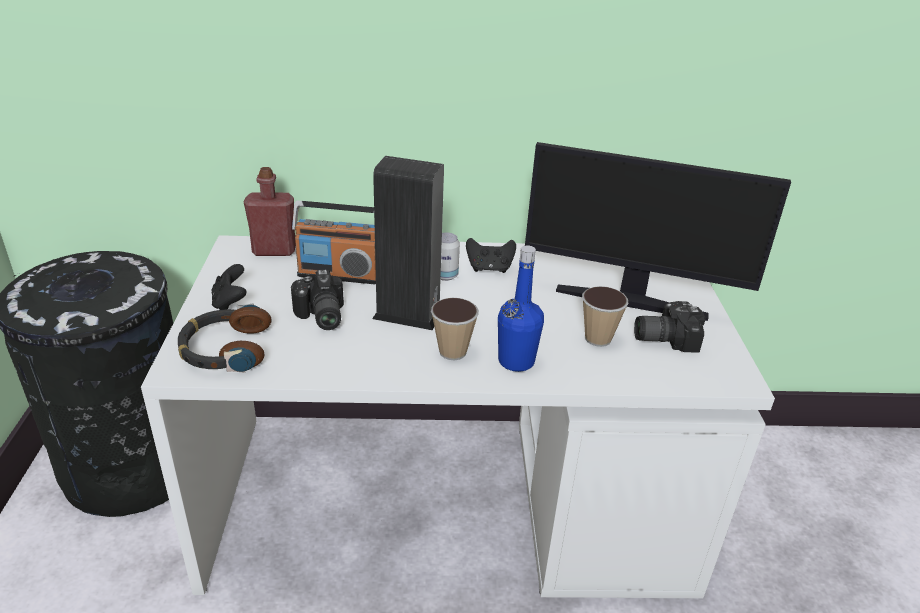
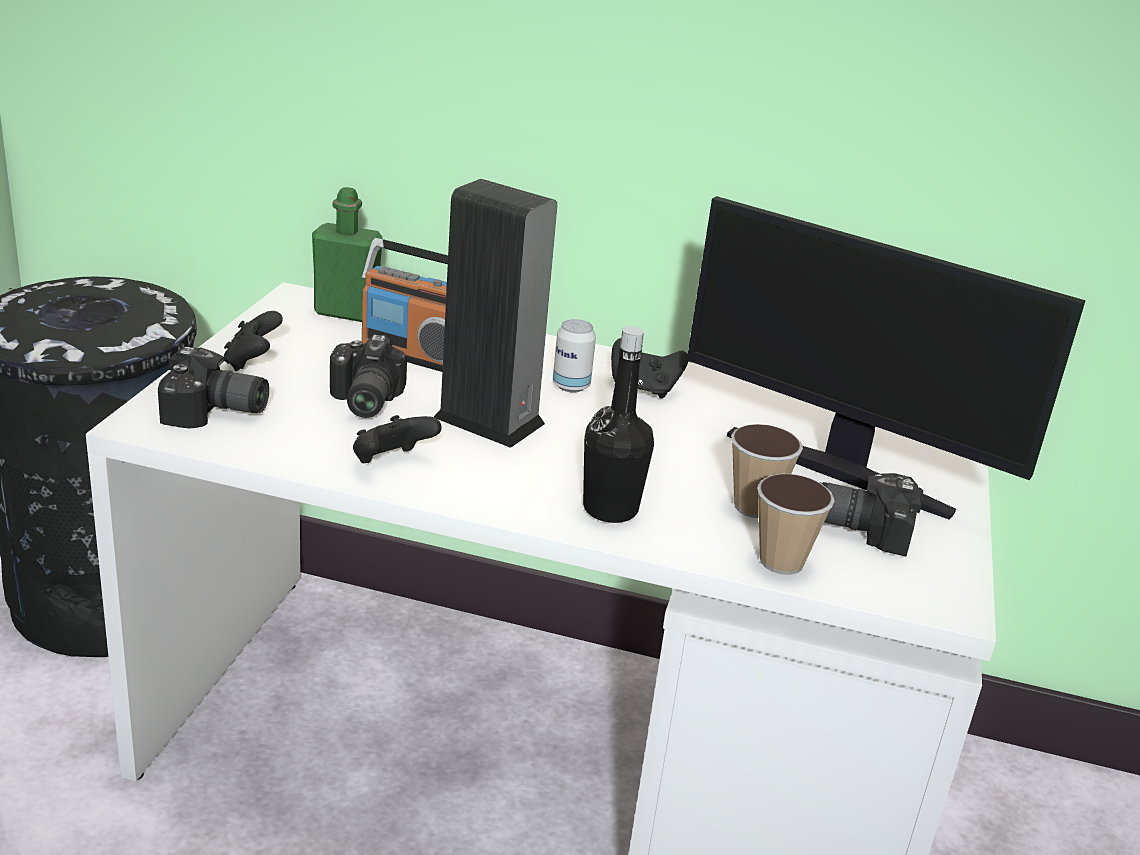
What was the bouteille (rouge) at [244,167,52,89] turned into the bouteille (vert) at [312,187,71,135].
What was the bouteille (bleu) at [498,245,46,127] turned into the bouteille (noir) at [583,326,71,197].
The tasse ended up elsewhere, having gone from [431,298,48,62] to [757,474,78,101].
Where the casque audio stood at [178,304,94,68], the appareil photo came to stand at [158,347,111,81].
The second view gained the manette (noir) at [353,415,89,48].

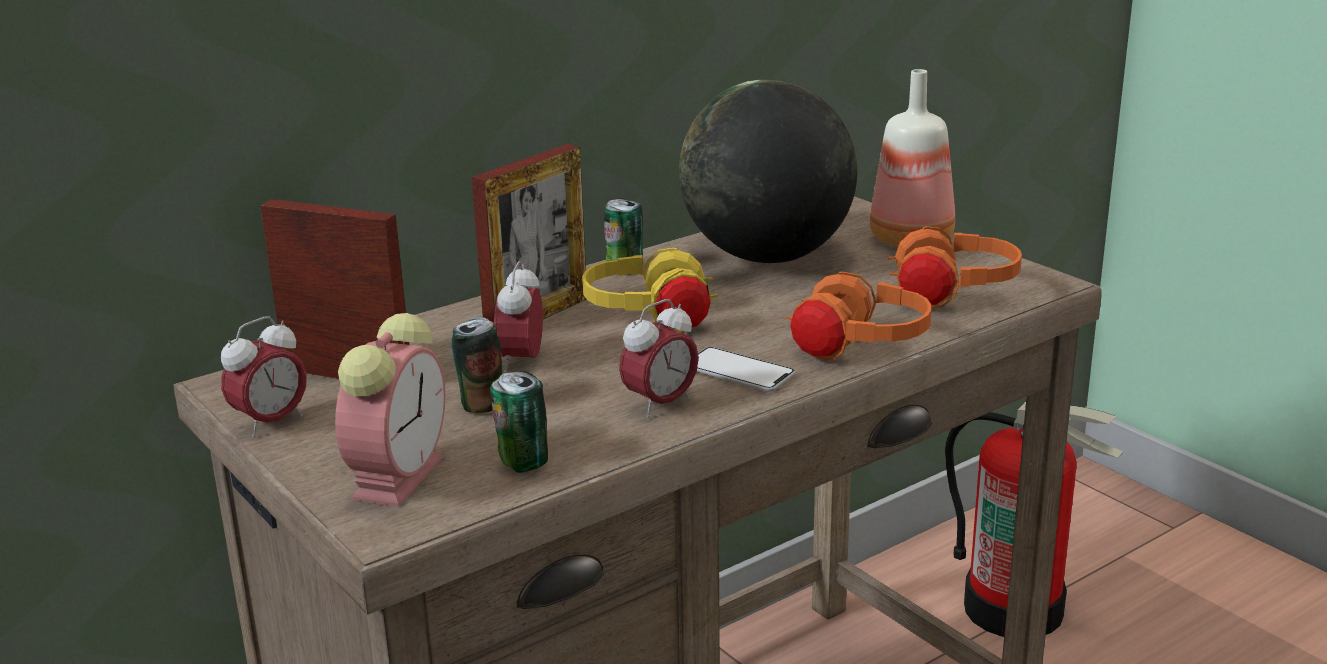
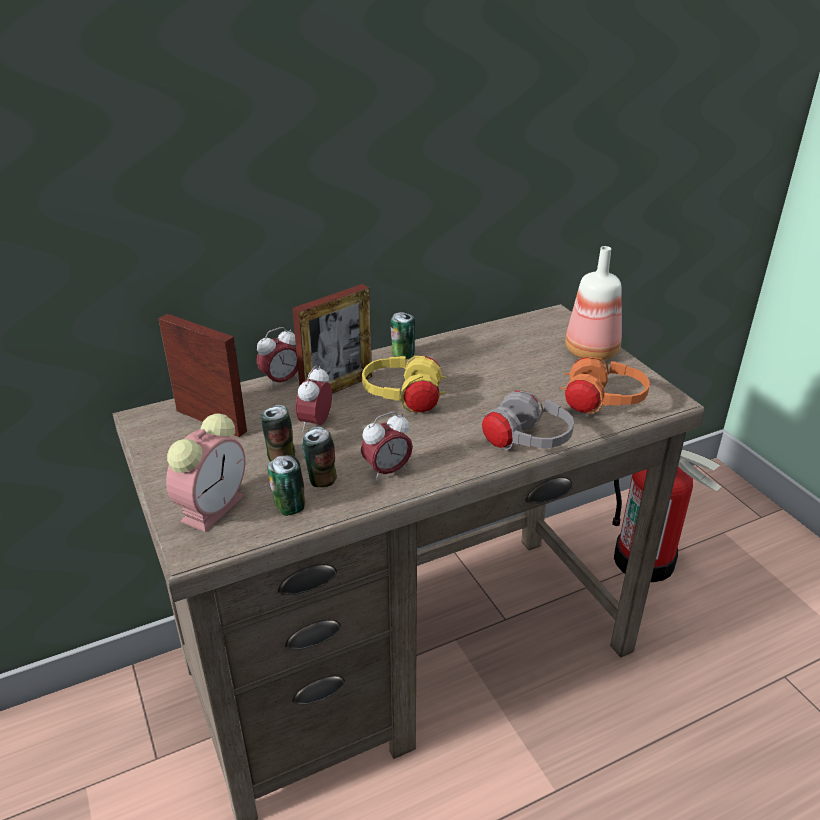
The second view lost the globe at [679,80,178,183].
What was the casque audio (orange) at [786,272,145,88] turned into the casque audio (gris) at [481,391,93,59].
The réveil ended up elsewhere, having gone from [221,316,86,121] to [257,327,41,62].
The second view lost the téléphone at [697,347,99,45].
The second view gained the boîte métallique at [302,427,35,60].

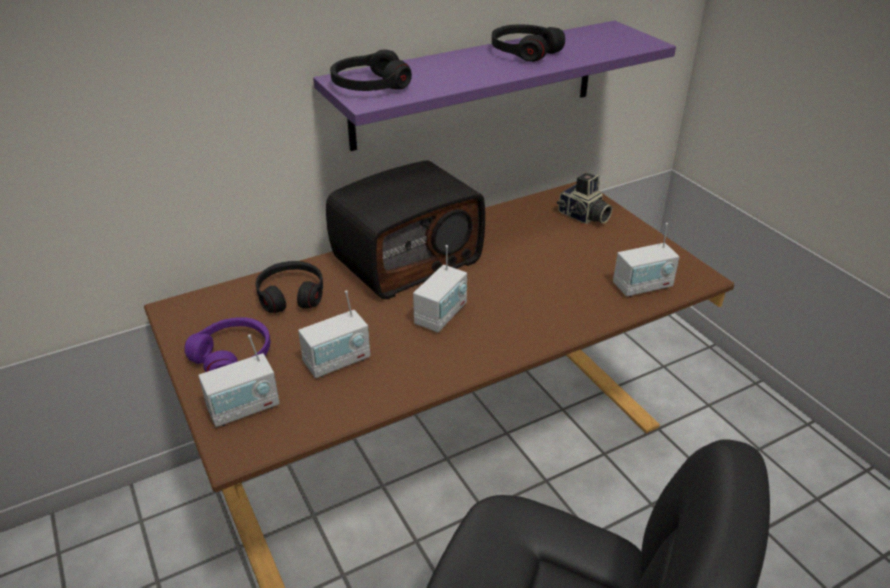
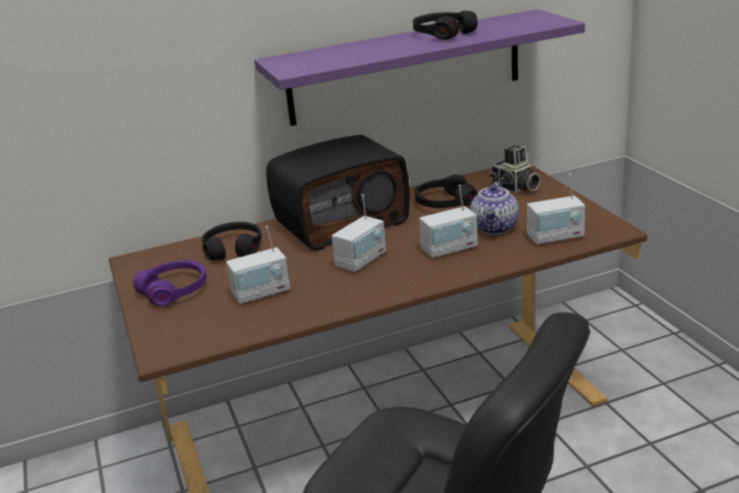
The casque audio (noir) ended up elsewhere, having gone from [330,50,82,41] to [414,175,63,33].
The radio ended up elsewhere, having gone from [198,335,82,92] to [419,185,59,73].
The second view gained the théière at [470,181,49,54].

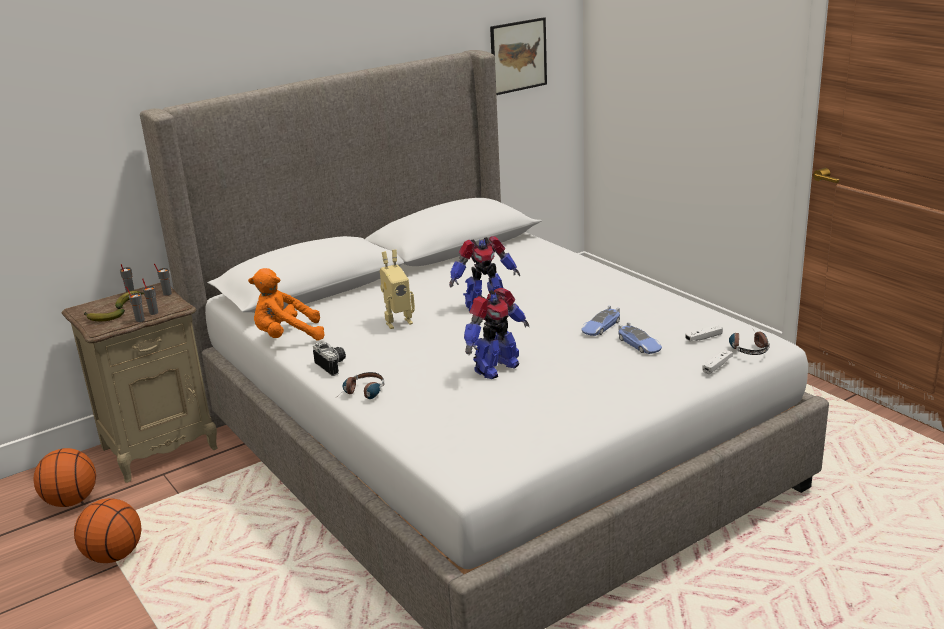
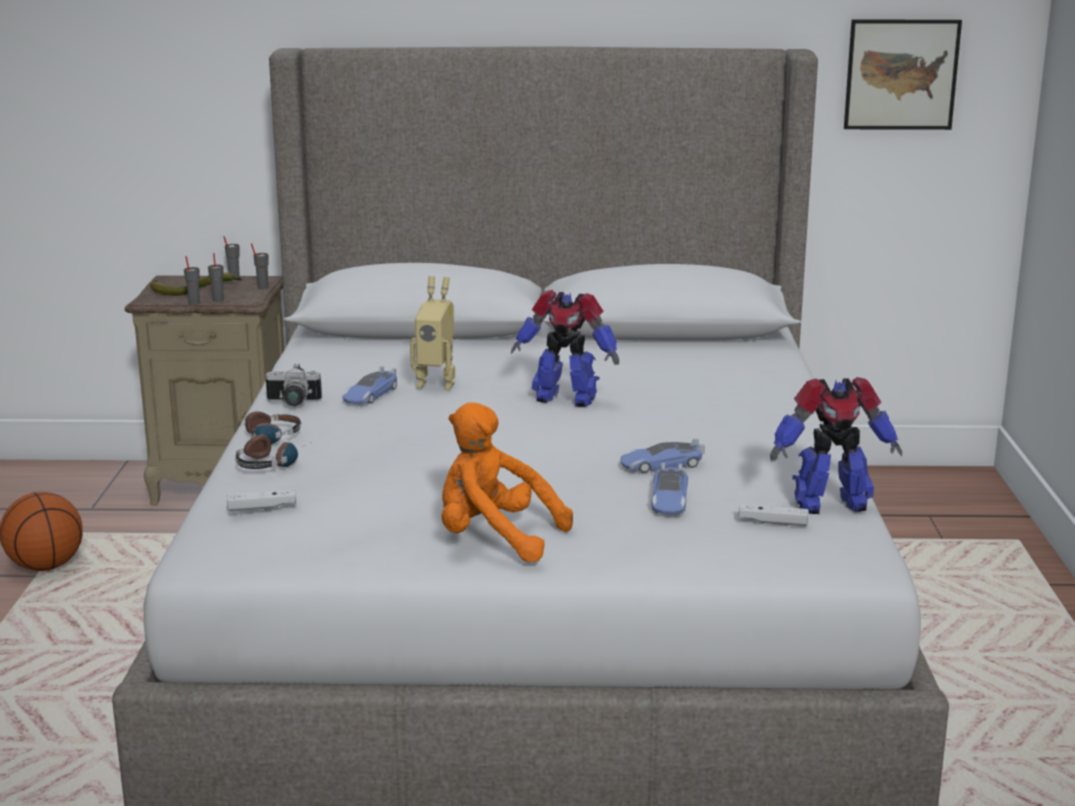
The peluche (orange) ended up elsewhere, having gone from [248,268,77,72] to [441,403,132,159].
The robot jouet ended up elsewhere, having gone from [464,288,65,91] to [770,377,132,137].
The casque audio ended up elsewhere, having gone from [729,332,41,23] to [235,435,77,34].
The appareil photo at [313,342,33,34] ended up facing another way, 90 degrees clockwise from before.
The manette (blanc) ended up elsewhere, having gone from [702,350,31,24] to [227,489,69,22].
The second view lost the ballon de basket at [33,448,63,59].
The second view gained the petite voiture at [342,366,55,38].

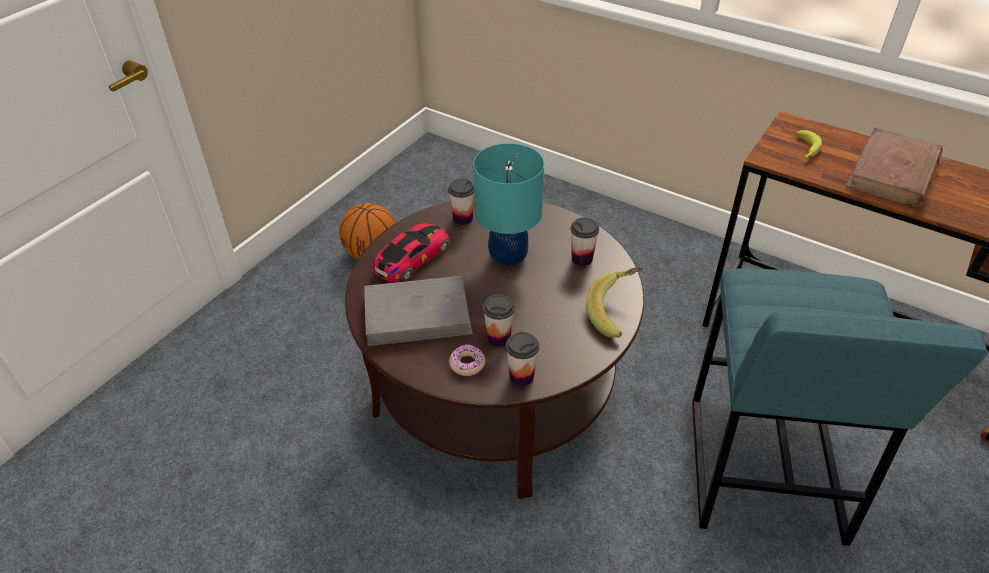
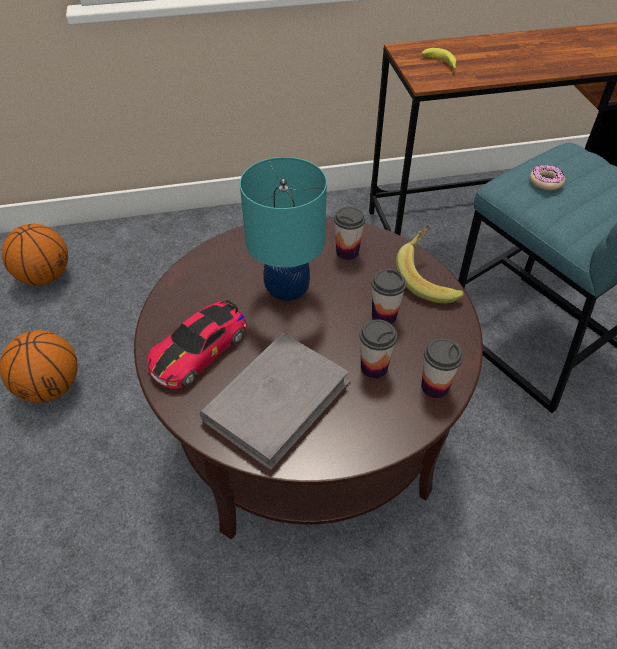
The second view lost the livre (marron) at [846,128,97,80].
The tasse ended up elsewhere, having gone from [448,179,26,46] to [371,269,35,55].
The petite voiture at [372,223,78,59] ended up facing another way, 135 degrees counterclockwise from before.
The beignet ended up elsewhere, having gone from [449,344,36,32] to [530,165,35,25].
The second view gained the ballon de basket at [2,224,66,61].

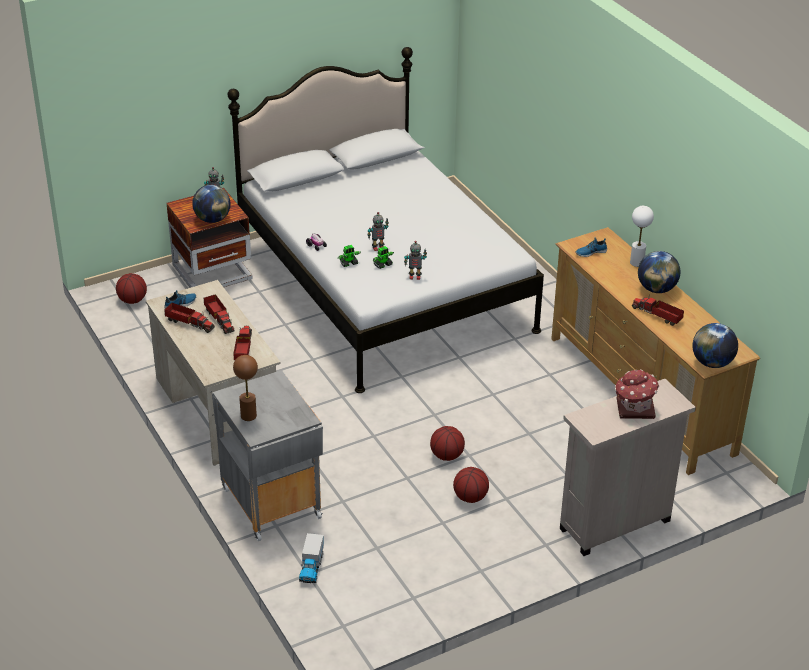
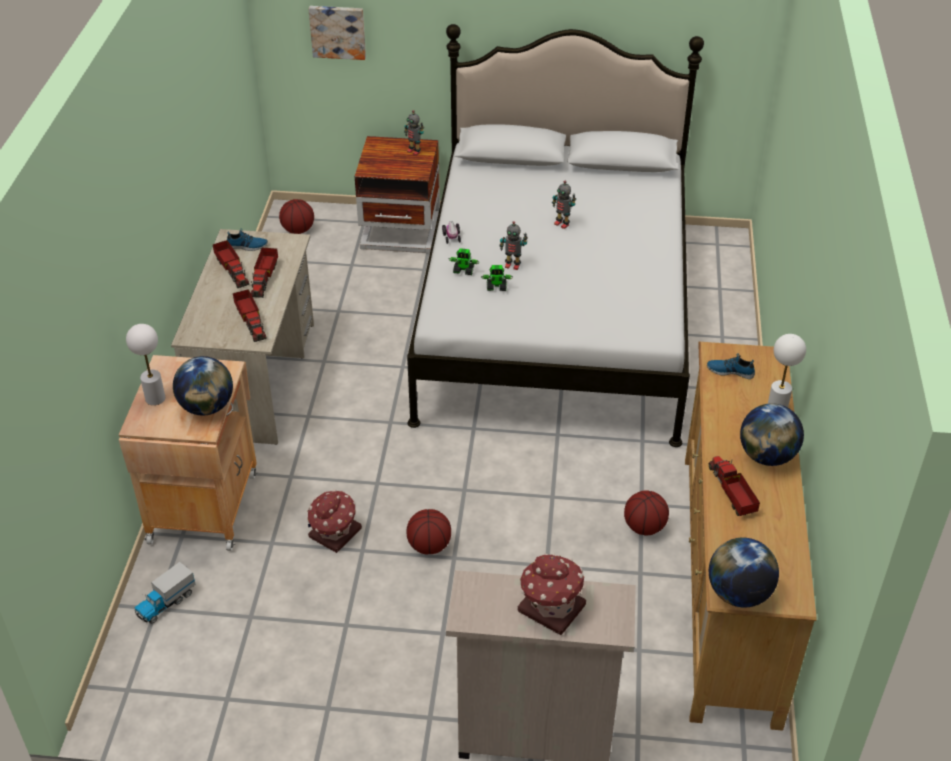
The globe ended up elsewhere, having gone from [192,185,39,38] to [173,356,60,59].
The robot jouet ended up elsewhere, having gone from [404,241,23,39] to [552,181,24,48].
The camion jouet at [233,326,19,34] ended up facing another way, 120 degrees clockwise from before.
What was the lampe de table (marron) at [233,355,25,66] turned into the lampe de table (blanc) at [126,324,39,81].
What was the chariot (gris) at [212,370,111,171] turned into the chariot (marron) at [119,355,138,196].
The ballon de basket ended up elsewhere, having gone from [453,467,36,36] to [624,490,45,46].
The second view gained the tableau at [308,6,58,54].
The second view gained the maison miniature at [308,489,54,64].

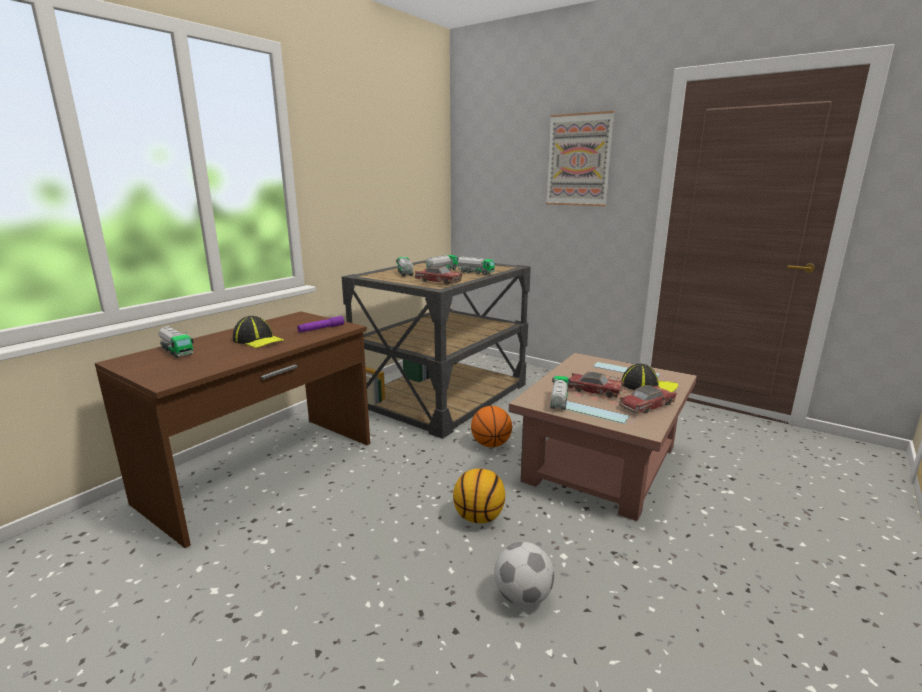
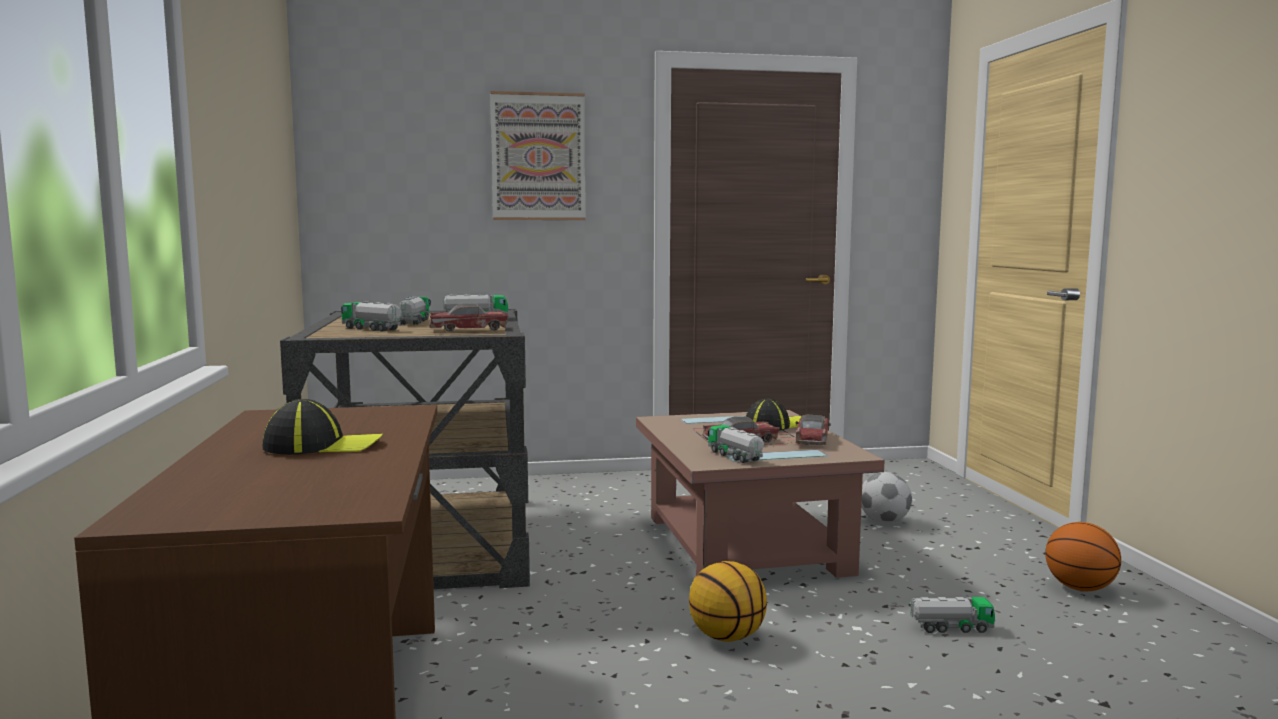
The second view lost the lampe de poche (violet) at [297,316,47,16].
The camion jouet ended up elsewhere, having gone from [158,326,36,32] to [910,594,85,39].
The ballon de basket ended up elsewhere, having gone from [471,406,41,41] to [1045,522,76,69].
The ballon de foot ended up elsewhere, having gone from [494,542,60,65] to [861,472,51,51].

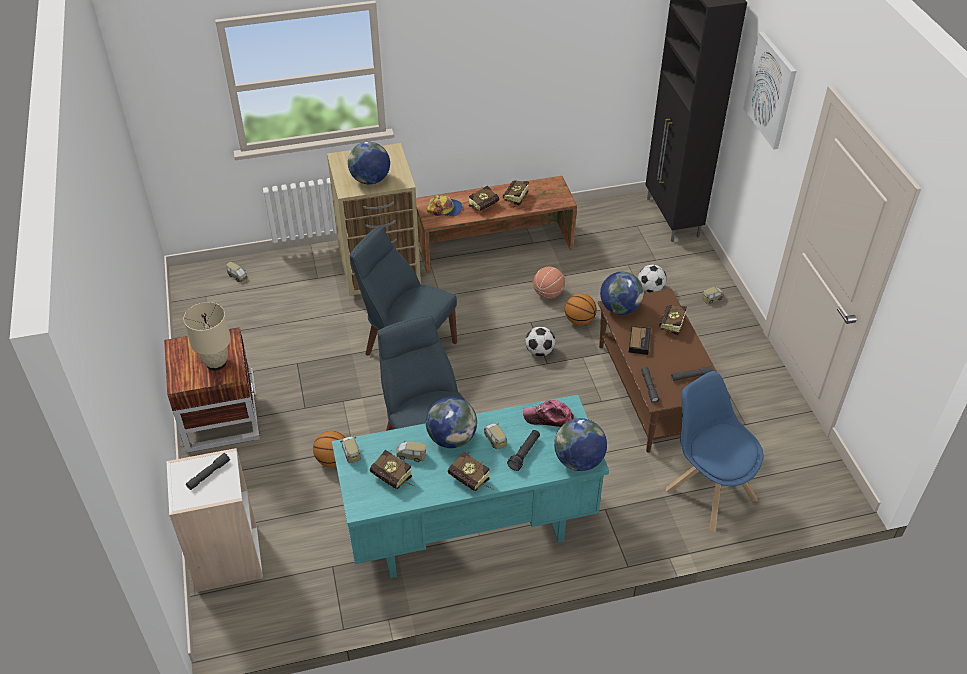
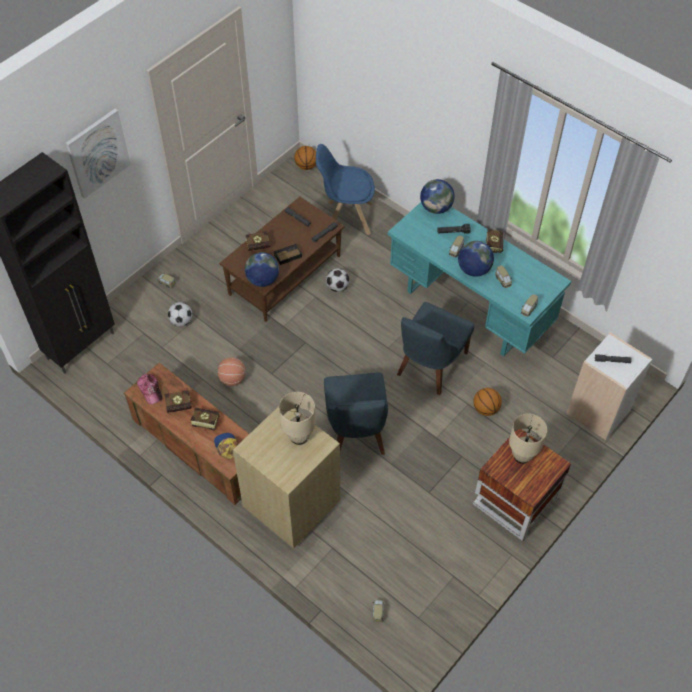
Where the globe stood at [348,142,42,42], the lampe de table (beige) came to stand at [279,392,37,53].
The ballon de basket ended up elsewhere, having gone from [565,293,32,32] to [294,146,22,24].
The ballon de foot ended up elsewhere, having gone from [525,327,30,29] to [326,268,24,24].
The chaise (bleu) at [666,371,98,161] ended up facing another way, 75 degrees clockwise from before.
The casquette ended up elsewhere, having gone from [523,400,51,27] to [137,374,25,30].
The second view lost the livre at [370,450,46,39].

